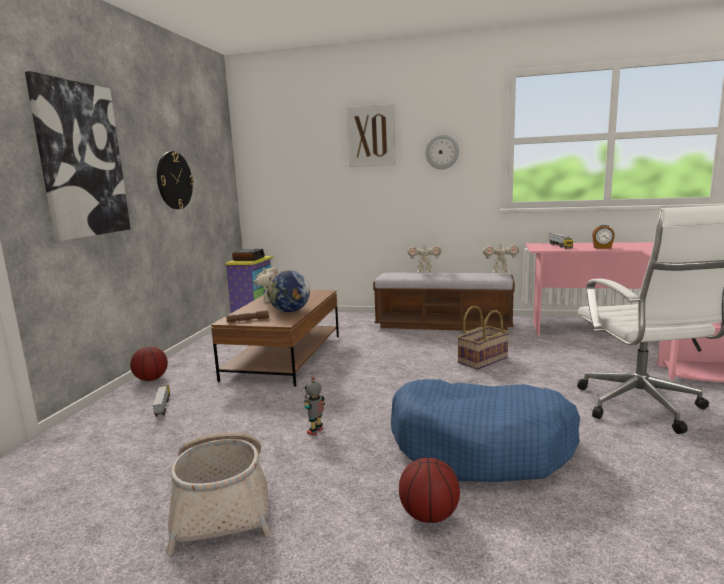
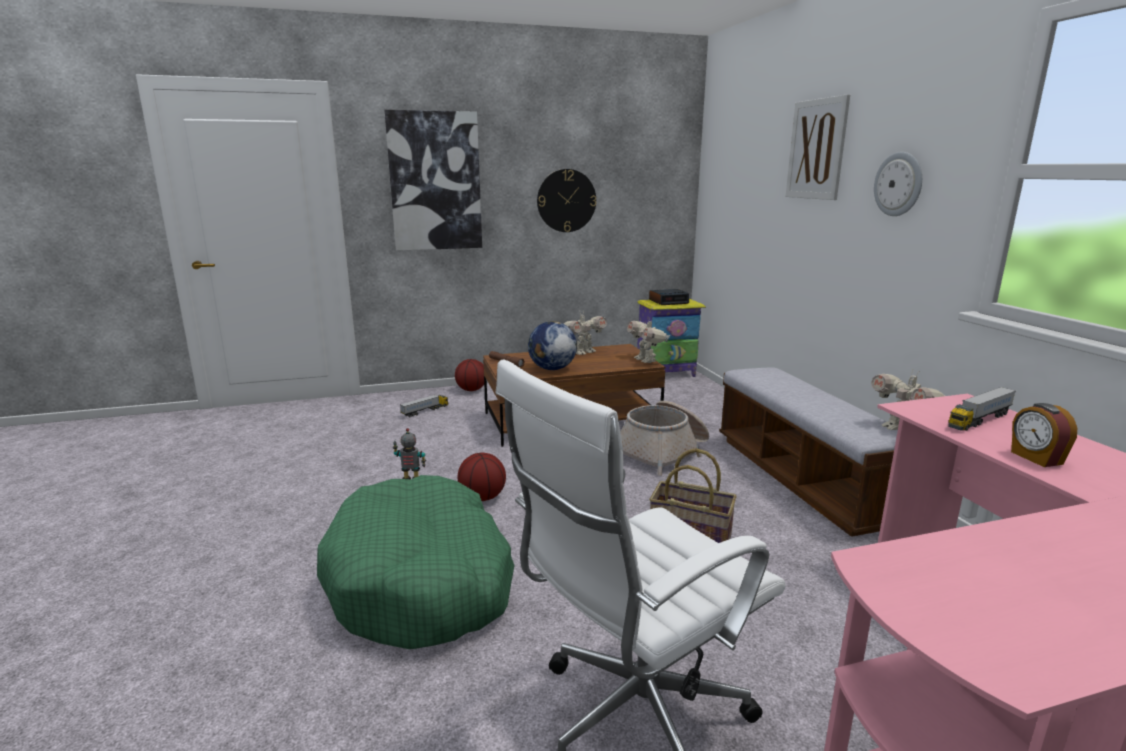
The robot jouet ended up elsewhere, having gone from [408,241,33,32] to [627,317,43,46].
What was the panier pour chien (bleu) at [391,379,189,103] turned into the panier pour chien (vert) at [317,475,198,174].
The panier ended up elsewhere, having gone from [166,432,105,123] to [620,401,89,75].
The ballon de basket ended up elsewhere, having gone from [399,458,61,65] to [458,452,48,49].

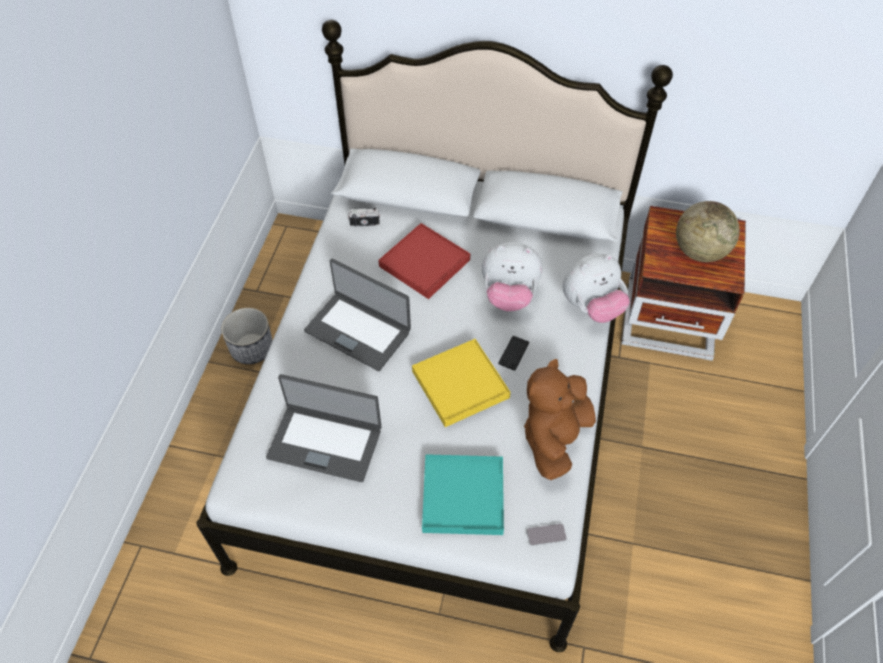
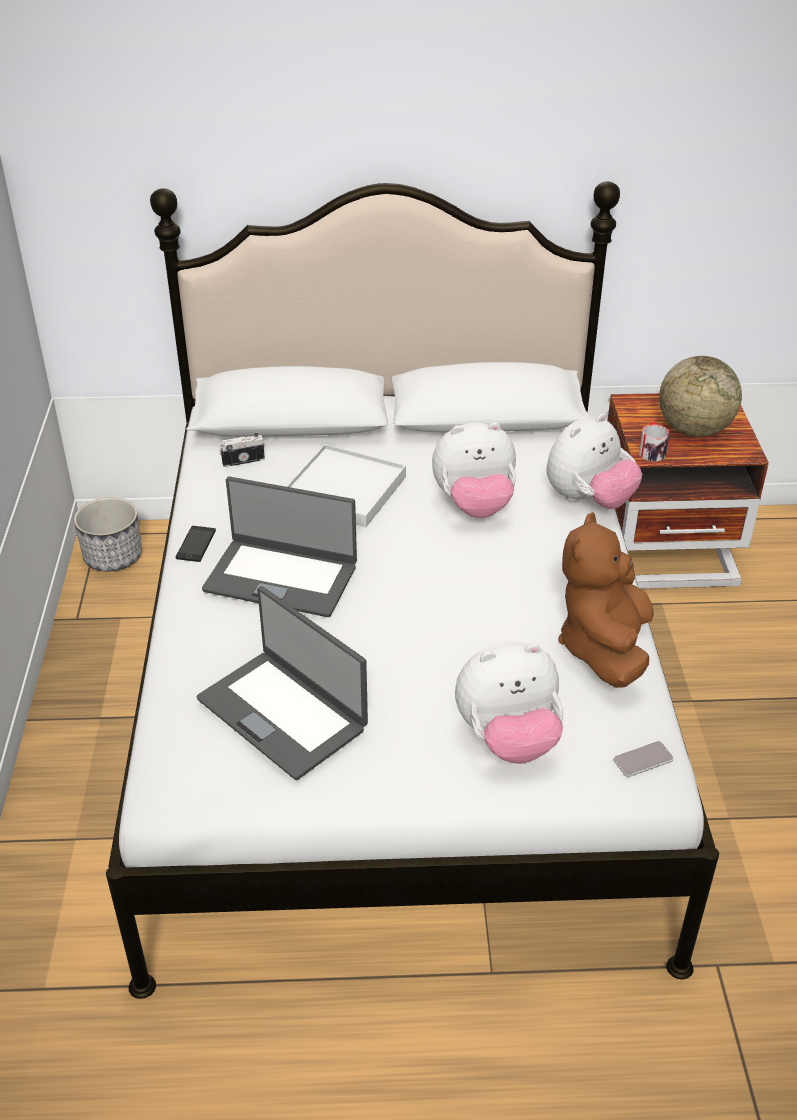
What was the plateau (rouge) at [378,223,92,76] turned into the plateau (blanc) at [286,444,120,83].
The cache-pot ended up elsewhere, having gone from [221,308,52,56] to [74,497,68,75].
The téléphone ended up elsewhere, having gone from [498,336,31,34] to [176,526,40,36].
The second view lost the plateau (jaune) at [412,339,99,88].
The ordinateur portable at [266,374,115,108] ended up facing another way, 45 degrees clockwise from before.
Where the plateau (turquoise) stood at [422,454,82,81], the peluche came to stand at [455,641,108,123].
The second view gained the mug at [639,422,31,39].

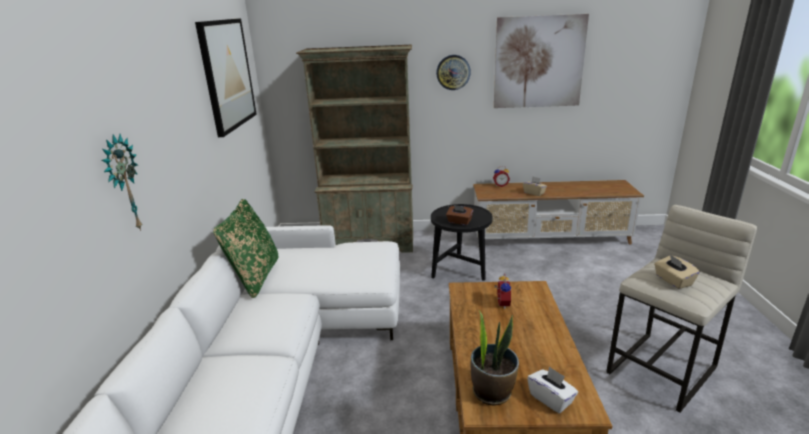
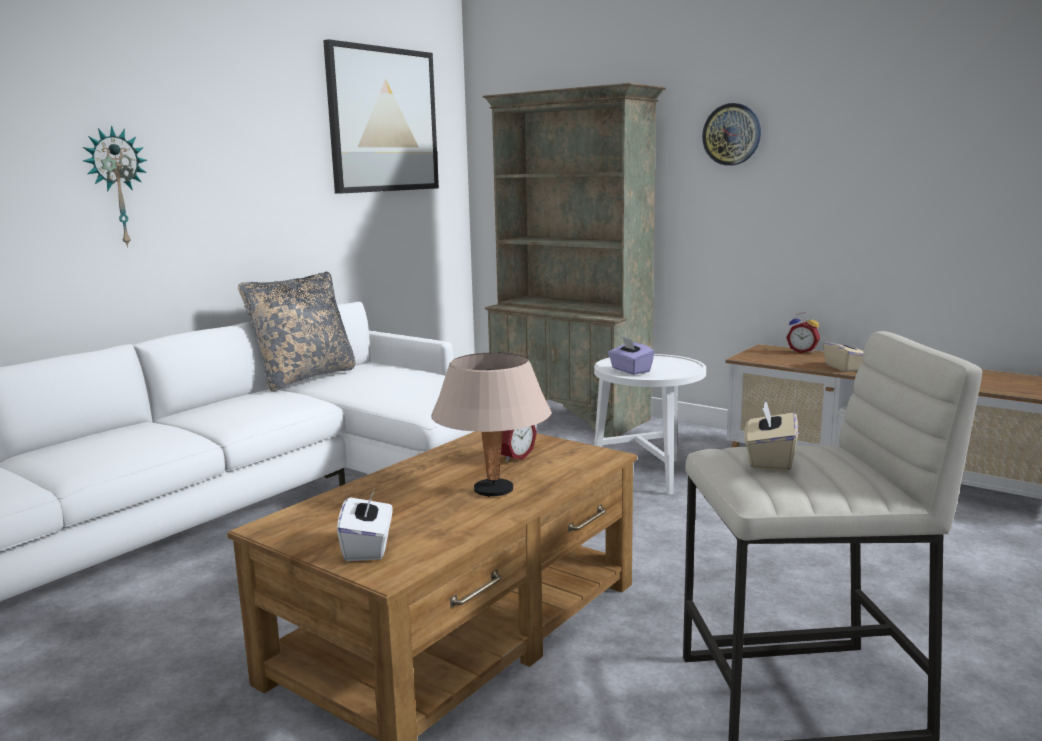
The second view lost the tableau at [494,14,95,94].
What was the coussin (vert) at [213,199,66,99] turned into the coussin (gris) at [237,271,118,121].
What was the table d'appoint (noir) at [431,204,62,77] turned into the table d'appoint (blanc) at [594,354,112,141].
What was the boîte à mouchoirs (marron) at [446,205,27,20] turned into the boîte à mouchoirs (violet) at [608,337,47,38].
The second view lost the plante en pot at [471,311,48,94].
The second view gained the lampe de table (beige) at [431,353,120,144].

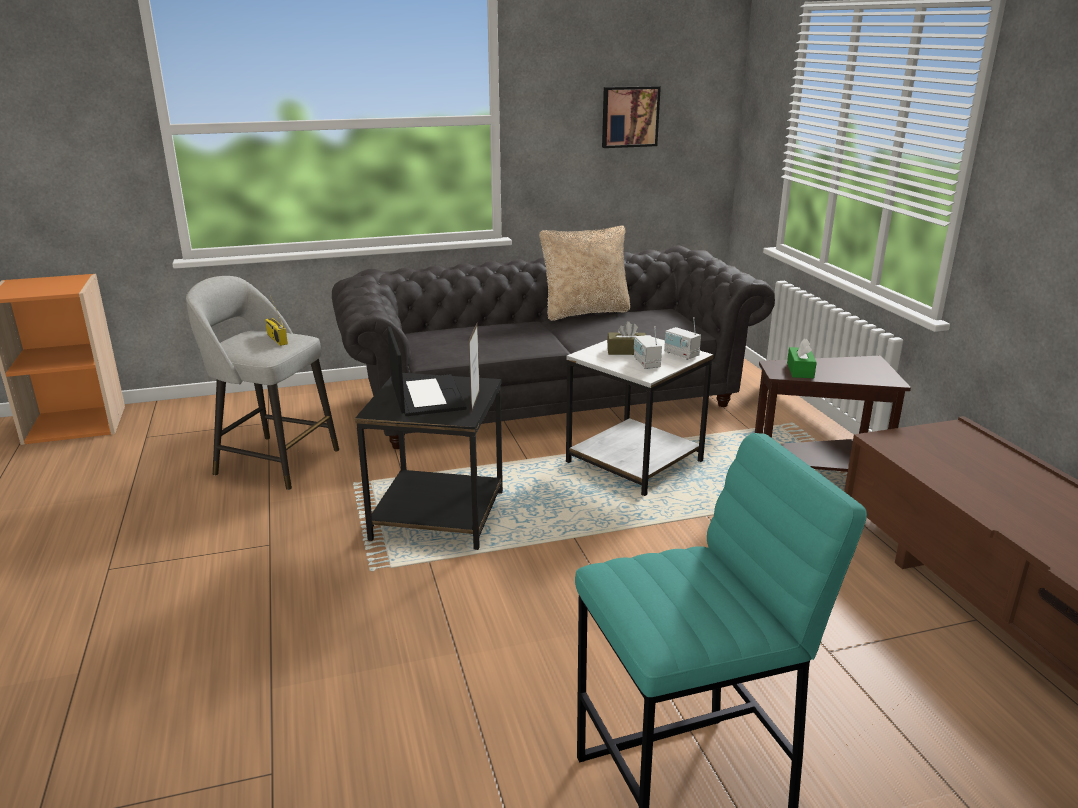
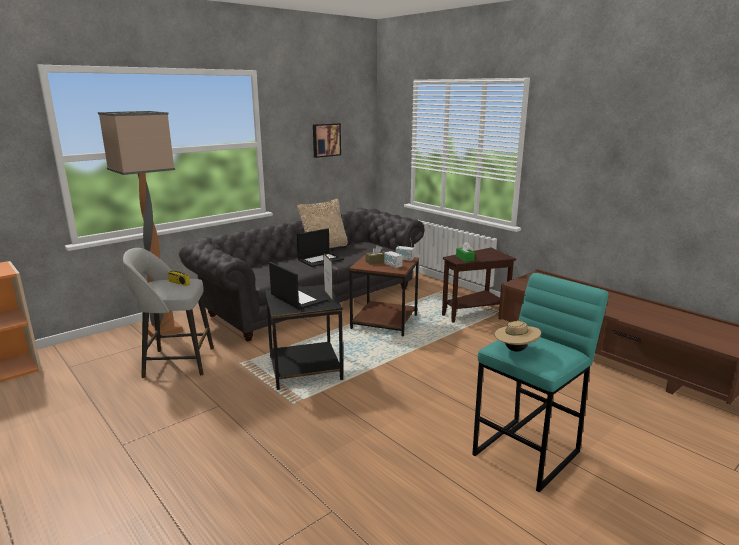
What was the table d'appoint (blanc) at [566,332,147,164] turned into the table d'appoint (marron) at [349,252,70,85].
The second view gained the lampadaire at [98,111,85,229].
The second view gained the ordinateur portable at [297,228,47,39].
The second view gained the chapeau (beige) at [494,318,47,34].

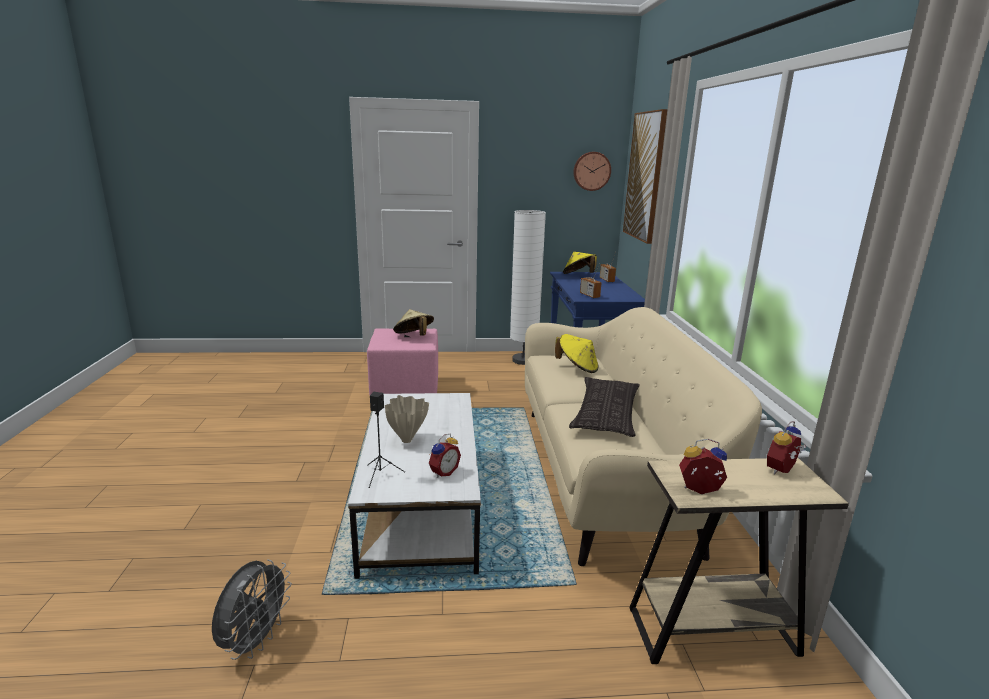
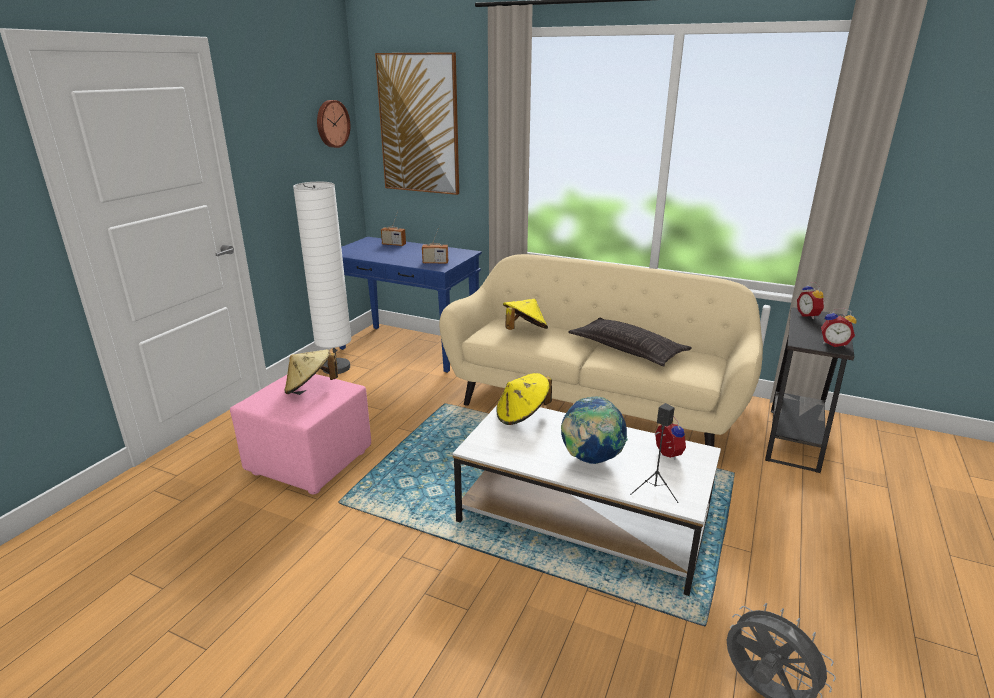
The chapeau (jaune) ended up elsewhere, having gone from [563,252,34,22] to [496,373,56,52].
Where the vase (beige) stood at [385,395,44,48], the globe came to stand at [561,396,67,68].
The réveil at [679,439,48,55] ended up facing another way, 105 degrees counterclockwise from before.
What was the table d'appoint (beige) at [629,458,220,206] turned into the table d'appoint (noir) at [765,307,89,166].

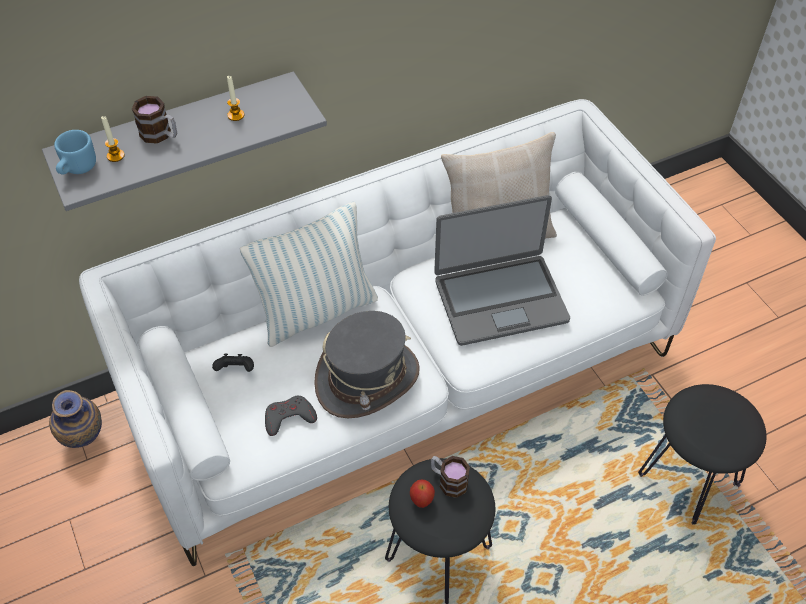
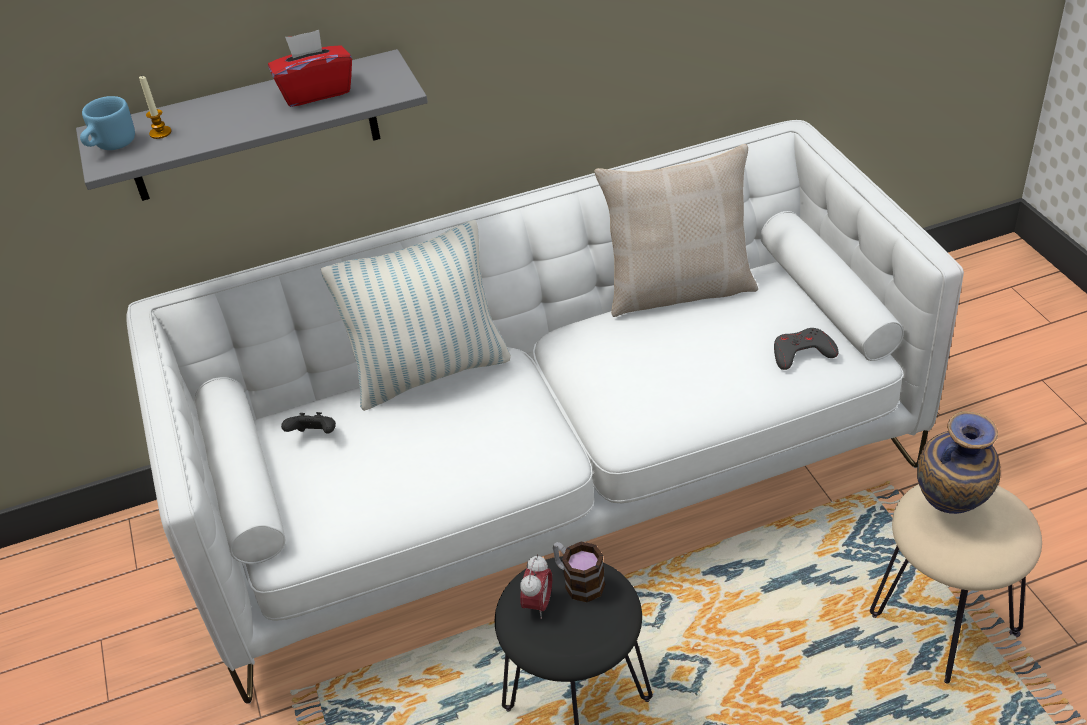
Where the bougie stood at [227,76,17,45], the boîte à mouchoirs (rouge) came to stand at [268,30,84,77].
The second view lost the mug at [132,96,45,48].
The second view lost the ordinateur portable at [434,195,136,151].
The second view lost the chapeau (gris) at [314,311,106,107].
What was the tabouret (noir) at [638,384,129,141] turned into the tabouret (beige) at [870,484,172,199].
The vase ended up elsewhere, having gone from [49,390,53,58] to [917,411,84,103].
The manette (gris) ended up elsewhere, having gone from [265,396,52,40] to [774,328,64,42].
Where the pomme stood at [410,479,25,29], the réveil came to stand at [520,554,32,65].

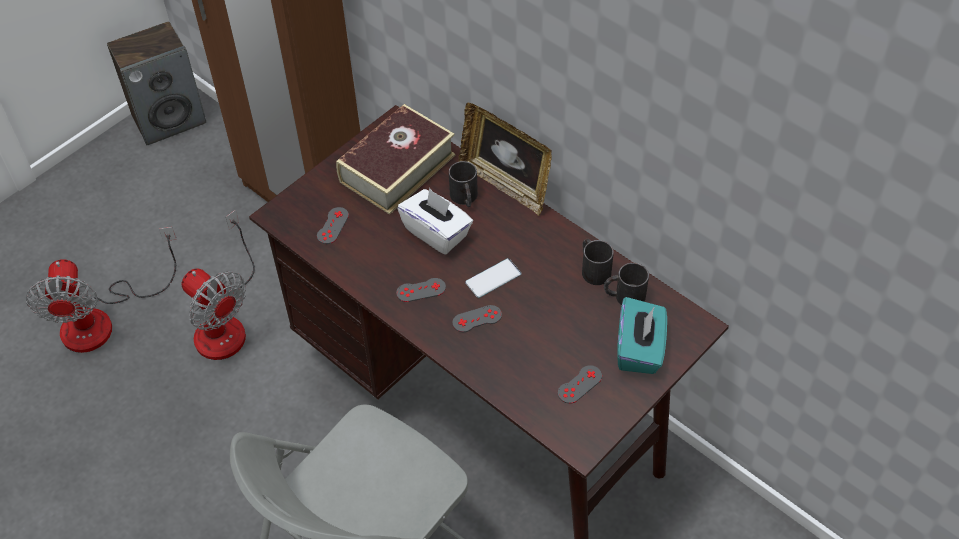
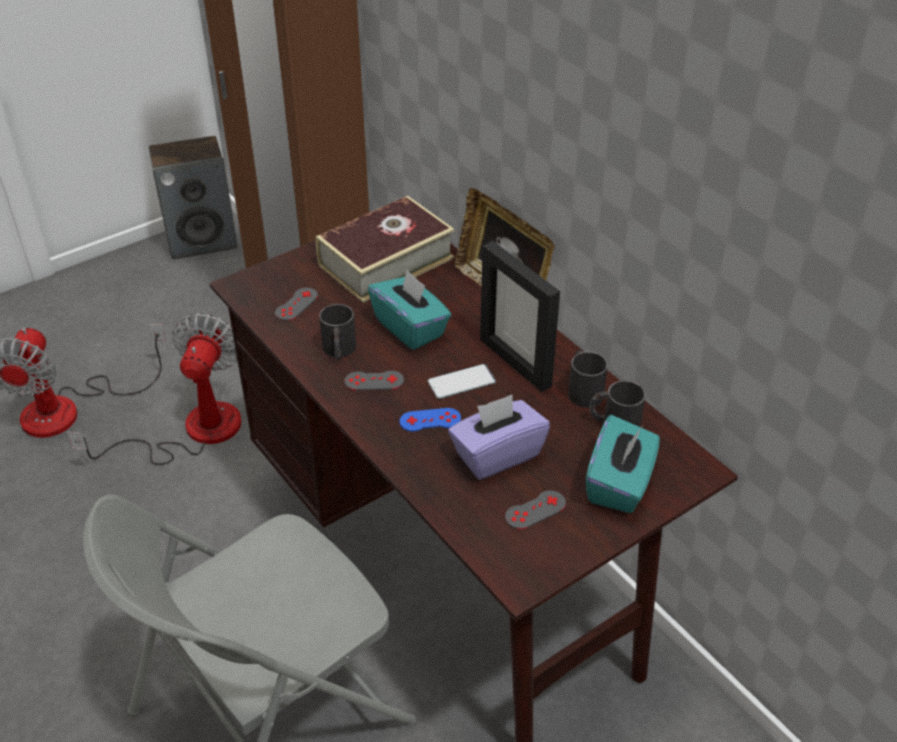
The mug (noir) ended up elsewhere, having gone from [449,161,29,46] to [319,304,37,56].
What was the boîte à mouchoirs (blanc) at [398,188,75,67] turned into the boîte à mouchoirs (turquoise) at [368,269,83,81].
The ventilateur at [182,210,73,150] ended up facing another way, 135 degrees counterclockwise from before.
What was the manette (gris) at [452,305,50,27] turned into the manette (bleu) at [400,408,61,24].
The second view gained the cadre photo at [480,241,80,151].
The second view gained the boîte à mouchoirs (violet) at [448,395,102,85].

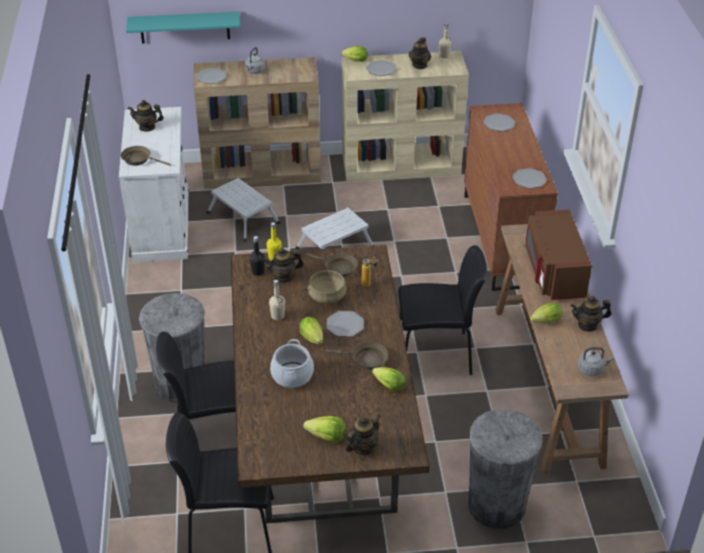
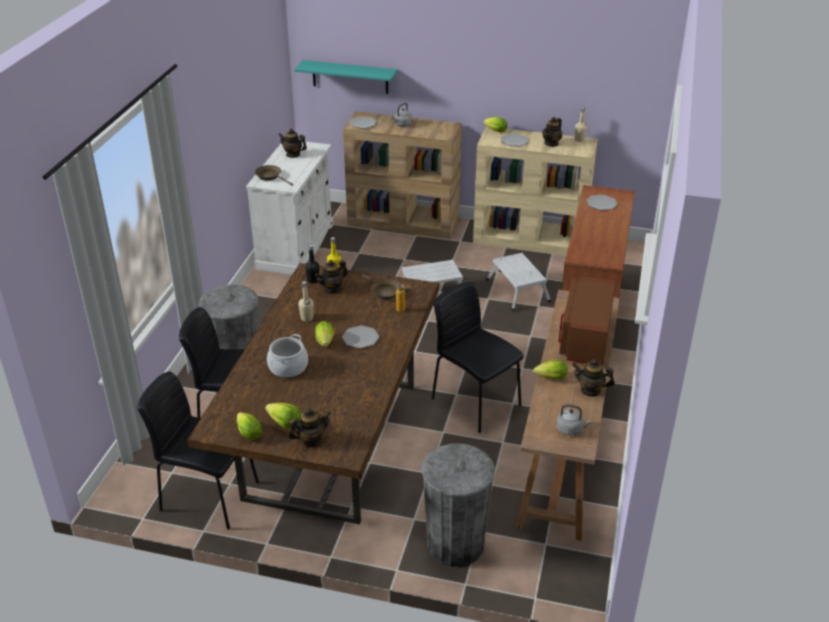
The second view lost the assiette at [512,168,35,21].
The escabeau (blanc) ended up elsewhere, having gone from [206,178,75,64] to [485,253,67,59].
The chaise (noir) at [398,245,89,130] ended up facing another way, 150 degrees counterclockwise from before.
The théière at [263,248,41,35] ended up facing another way, 45 degrees counterclockwise from before.
The second view lost the marmite (beige) at [305,270,44,34].
The second view lost the poêle (marron) at [326,342,62,28].
The laitue ended up elsewhere, having gone from [372,367,33,24] to [237,412,25,28].

